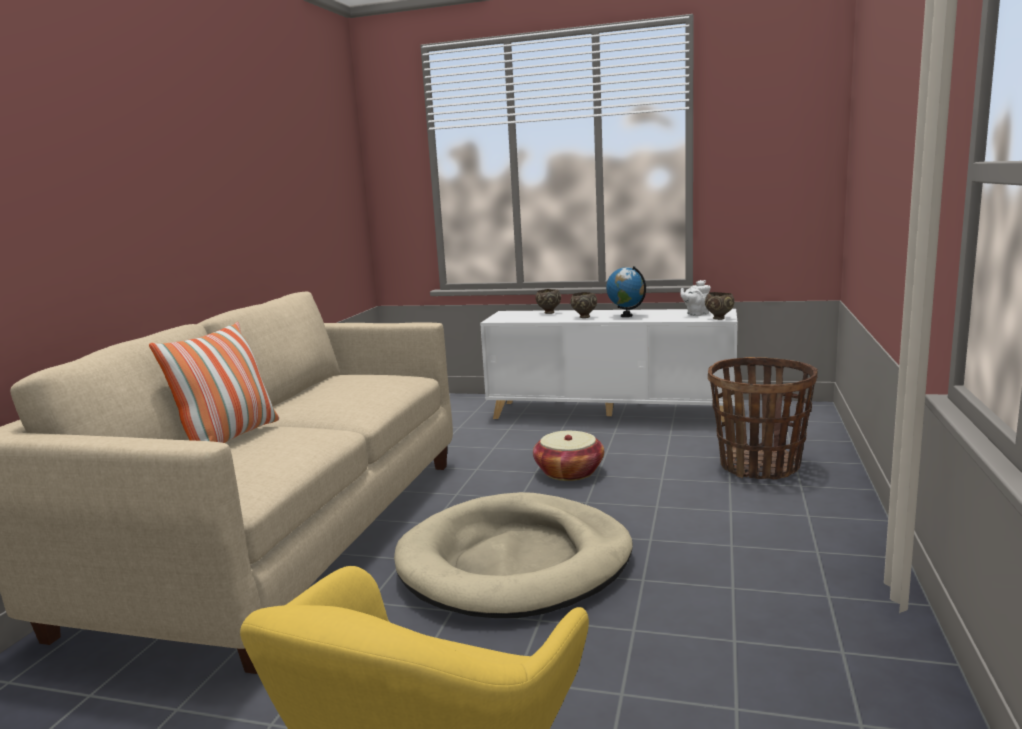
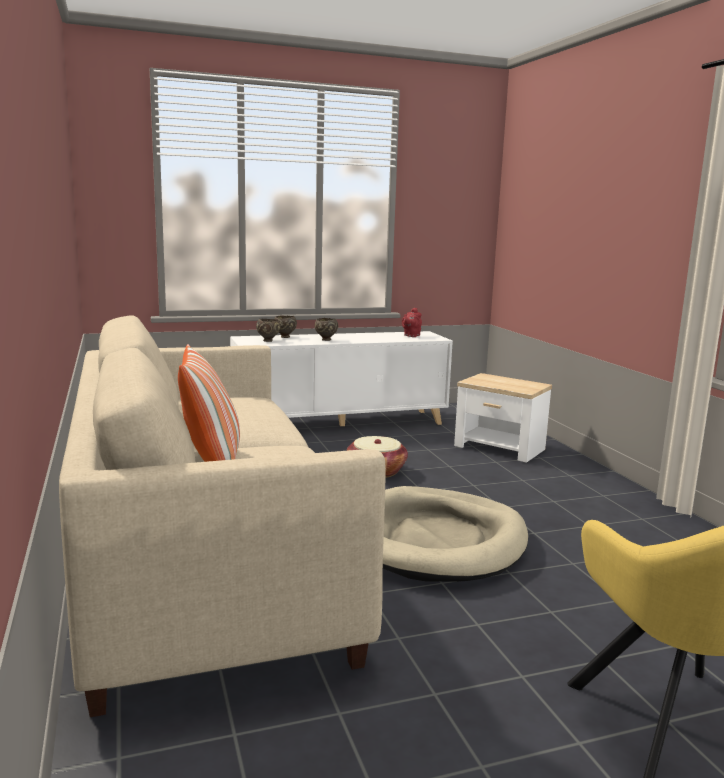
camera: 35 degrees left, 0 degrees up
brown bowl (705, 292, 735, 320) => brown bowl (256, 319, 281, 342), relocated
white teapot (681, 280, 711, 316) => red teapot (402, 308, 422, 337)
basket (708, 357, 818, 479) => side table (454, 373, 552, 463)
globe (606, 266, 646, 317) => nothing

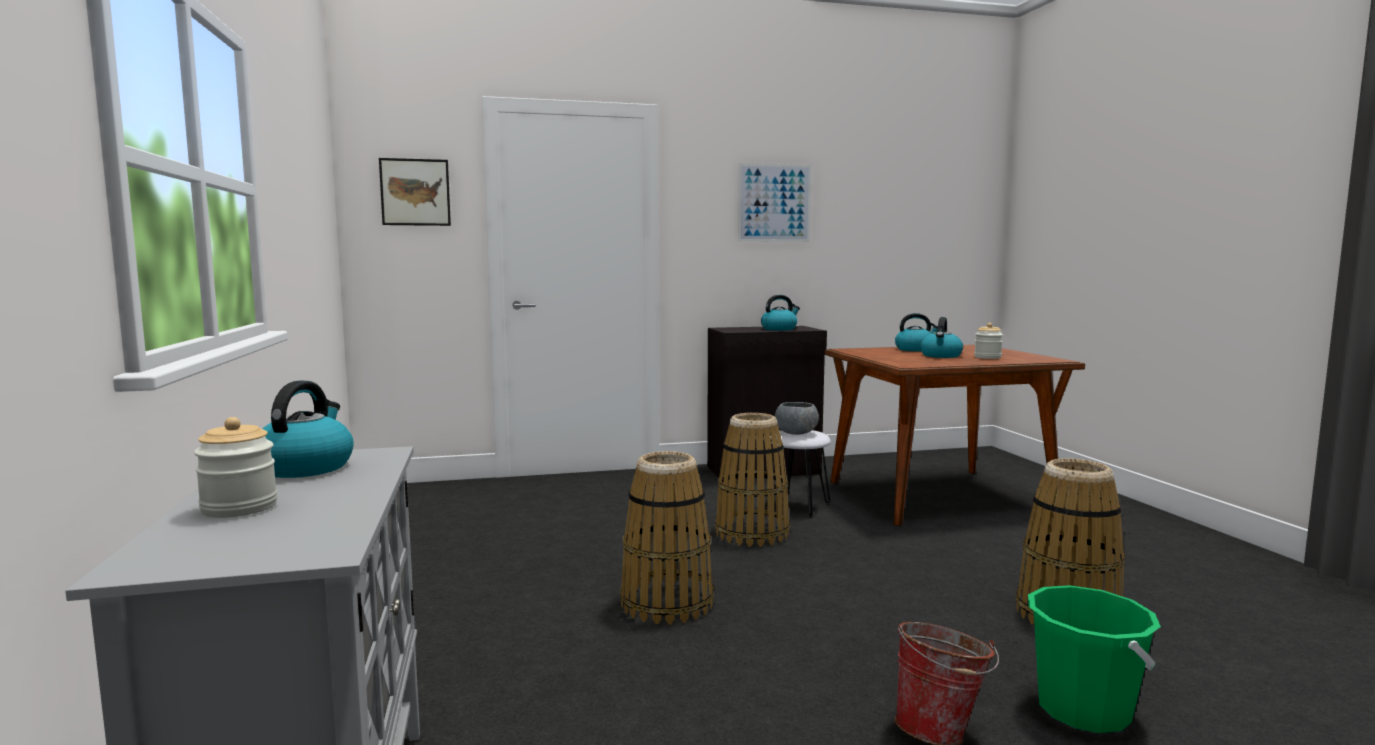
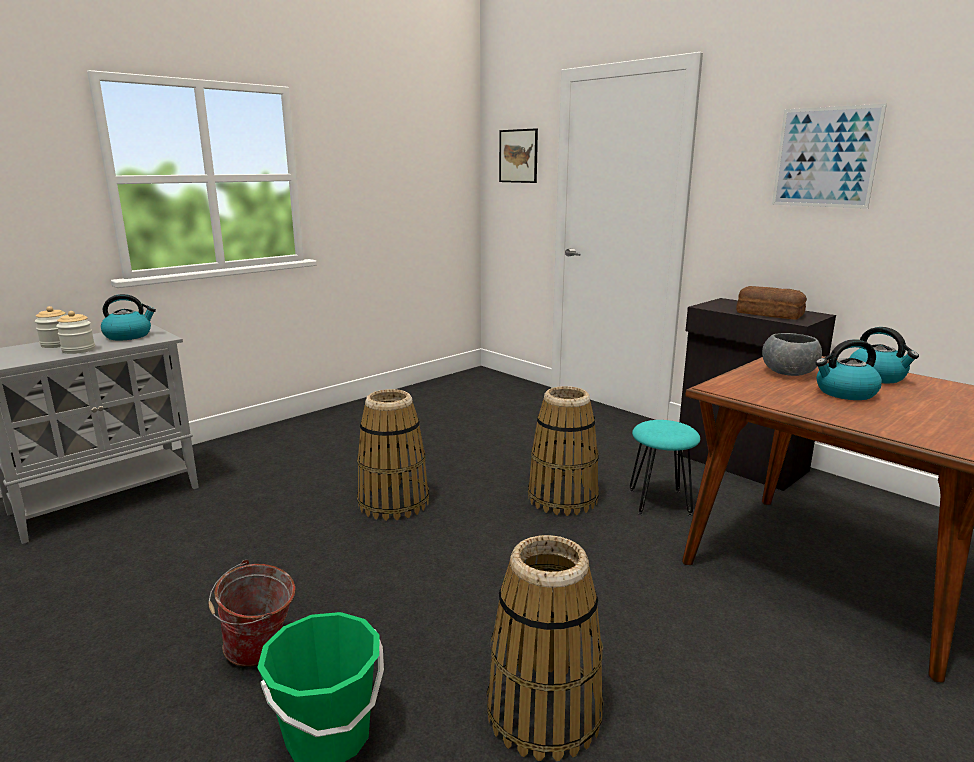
camera: 60 degrees right, 10 degrees up
jar (974, 323, 1003, 359) => jar (56, 311, 95, 354), relocated
white stool (766, 430, 831, 518) => turquoise stool (629, 420, 700, 516)
kettle (761, 295, 800, 331) => bread (736, 286, 807, 320)
grey bowl (775, 402, 819, 435) => grey bowl (762, 333, 822, 376), relocated

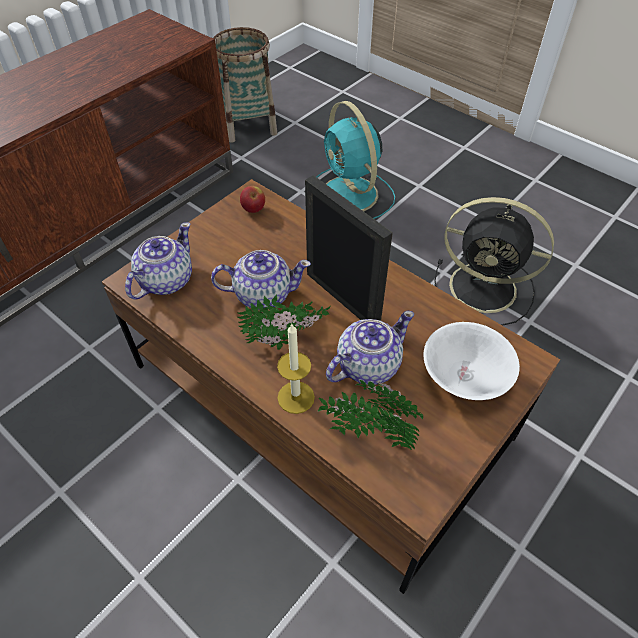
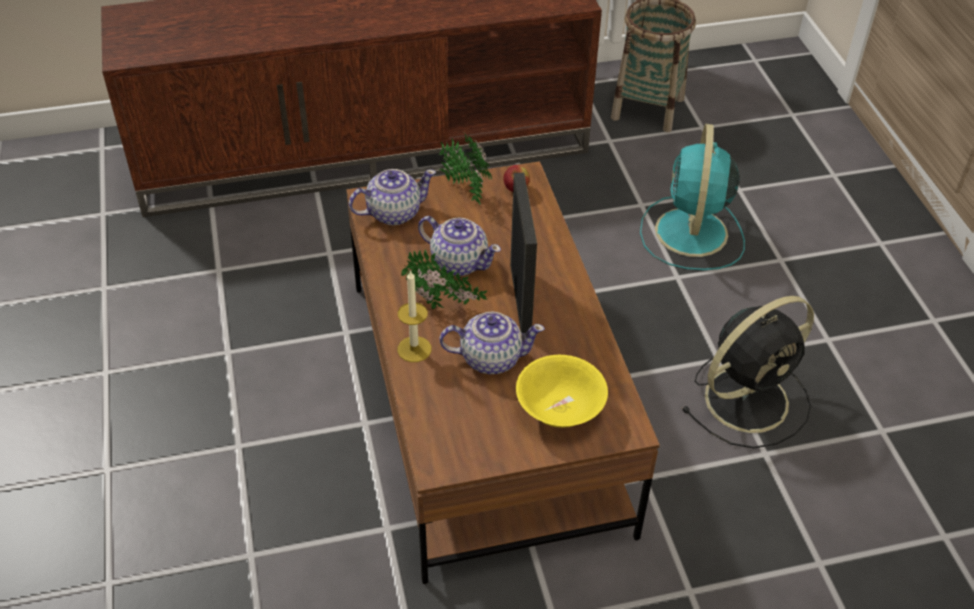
camera: 35 degrees right, 5 degrees down
potted plant (318, 379, 423, 450) => potted plant (438, 134, 492, 204), relocated
white bowl (423, 322, 520, 400) => yellow bowl (516, 355, 608, 428)
black fan (434, 197, 554, 326) => black fan (681, 296, 814, 448), 90 degrees counterclockwise

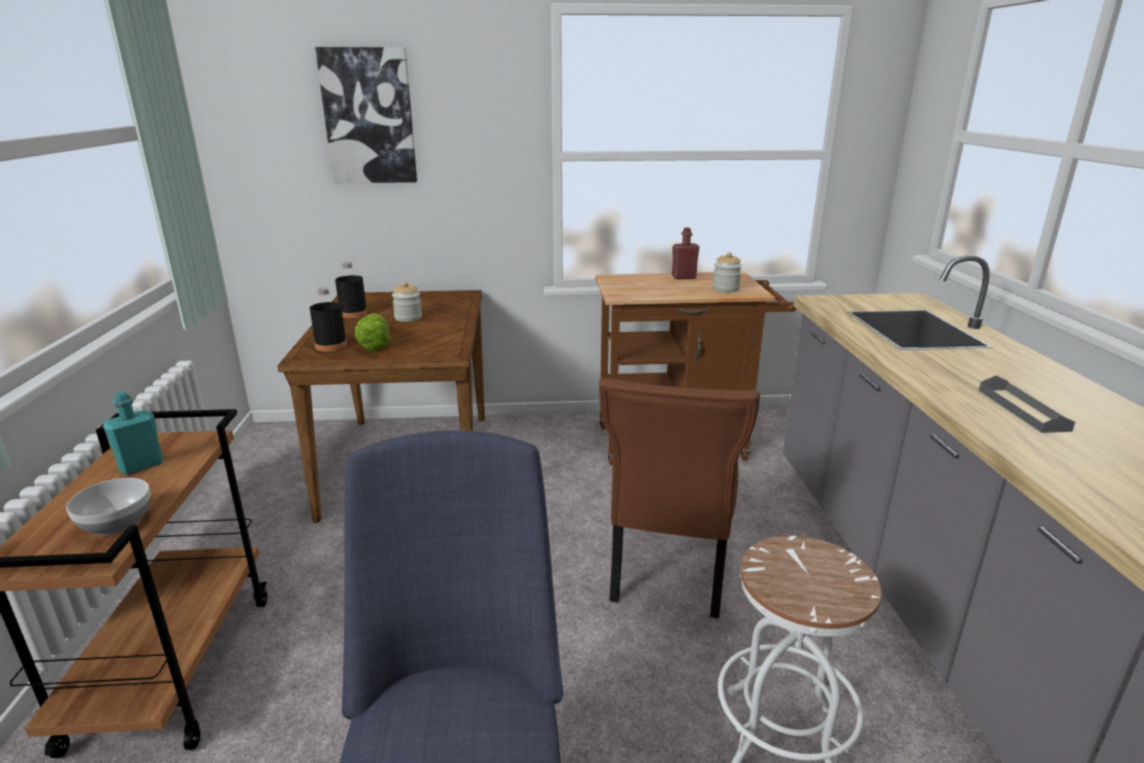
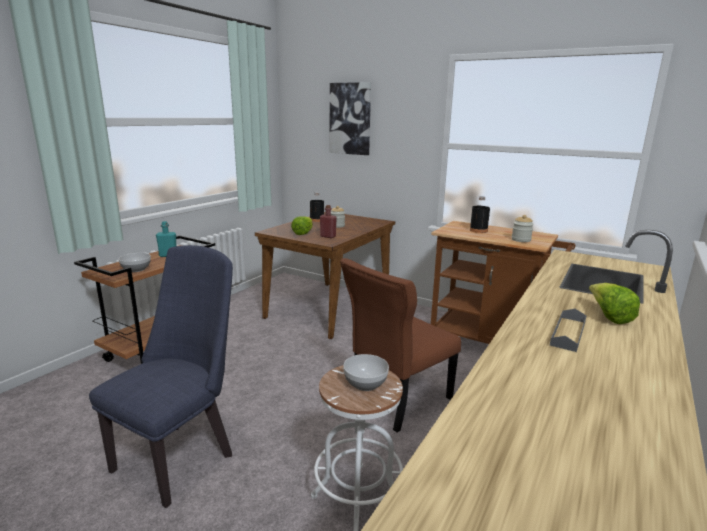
camera: 35 degrees right, 5 degrees down
red bottle (672, 228, 699, 279) => red bottle (320, 205, 337, 238), relocated
nothing => bowl (343, 354, 389, 391)
black bottle (310, 288, 347, 351) => black bottle (470, 196, 490, 233), relocated
nothing => lettuce (589, 283, 640, 324)

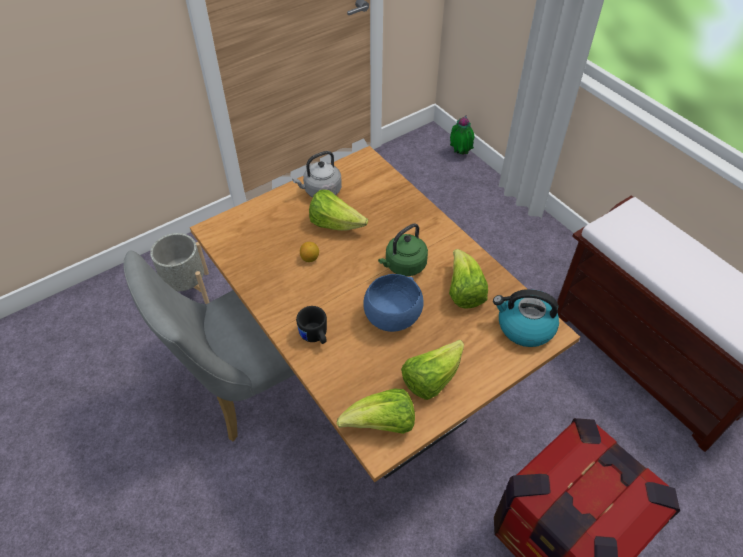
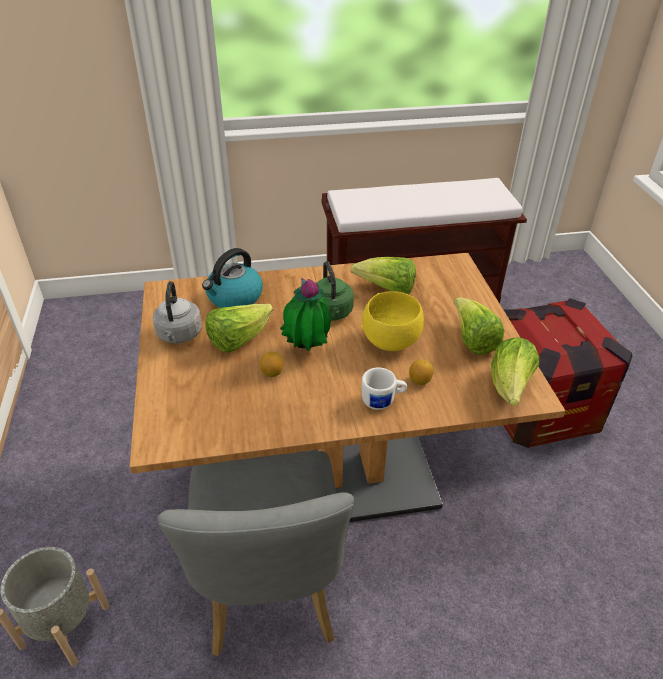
camera: 65 degrees left, 10 degrees down
kettle (493, 289, 559, 347) => kettle (202, 248, 263, 308), relocated
potted plant (450, 115, 474, 154) => potted plant (280, 277, 331, 352), relocated
blue bowl (363, 274, 424, 332) => yellow bowl (361, 291, 424, 351)
black mug (296, 306, 327, 344) => white mug (362, 367, 407, 410)
nothing => lemon (409, 359, 434, 385)

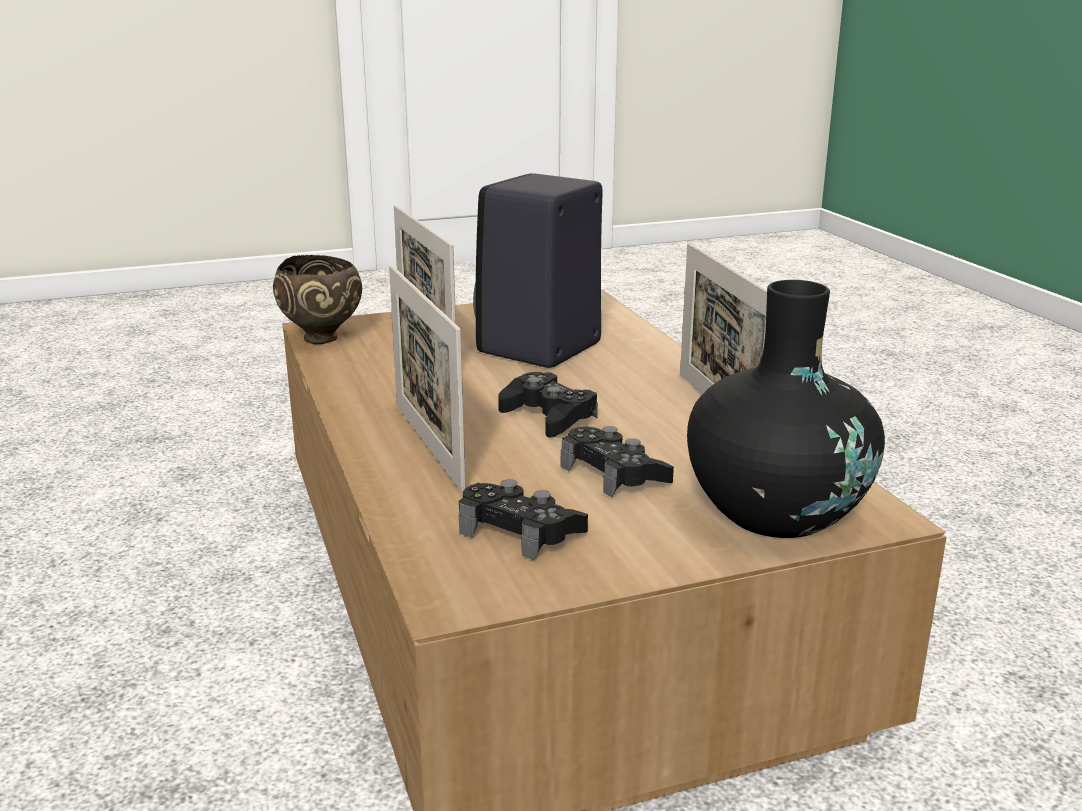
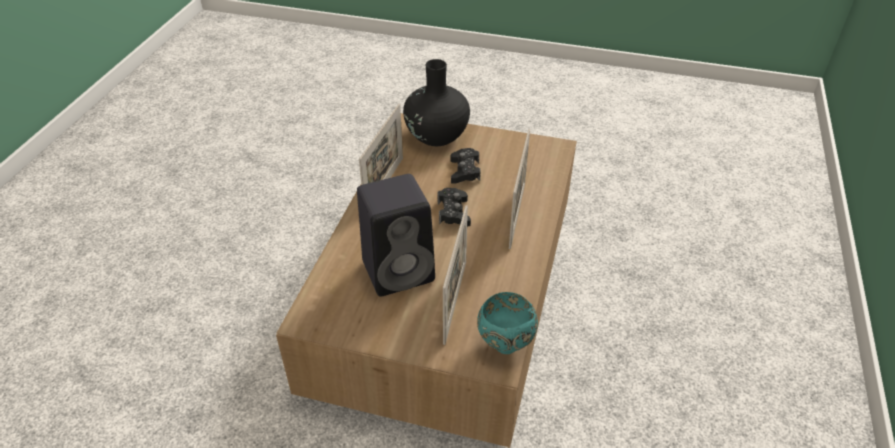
camera: 145 degrees left, 20 degrees up
brown bowl (273, 255, 362, 344) => turquoise bowl (477, 292, 538, 354)
black game controller (459, 479, 588, 560) => nothing

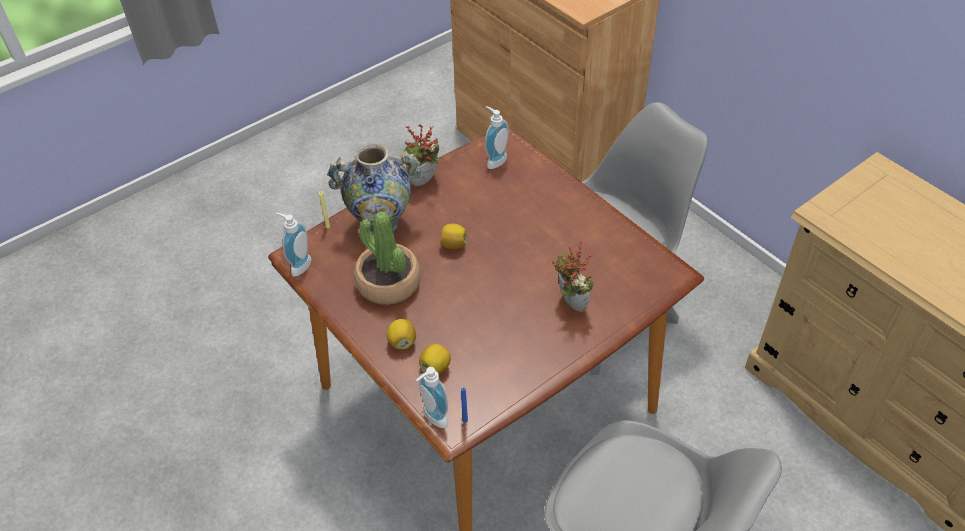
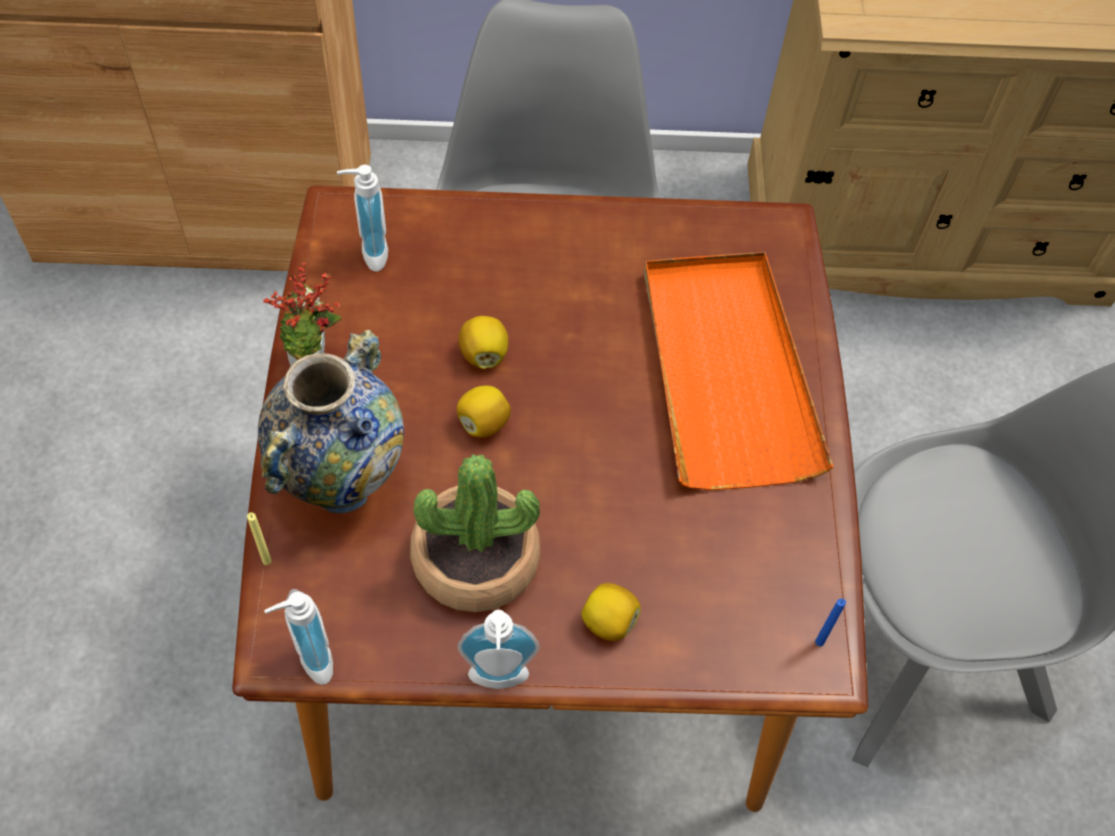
camera: 55 degrees left, 10 degrees up
soap dispenser (416, 367, 448, 428) => soap dispenser (457, 610, 540, 689), relocated
lemon (419, 343, 451, 374) => lemon (458, 316, 508, 369), relocated
potted plant (552, 241, 593, 312) => orange tray (644, 252, 834, 490)

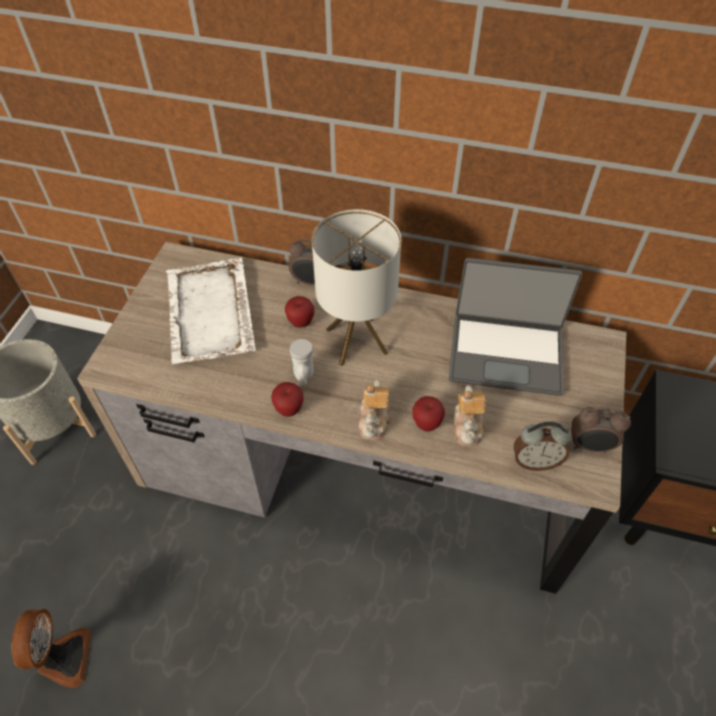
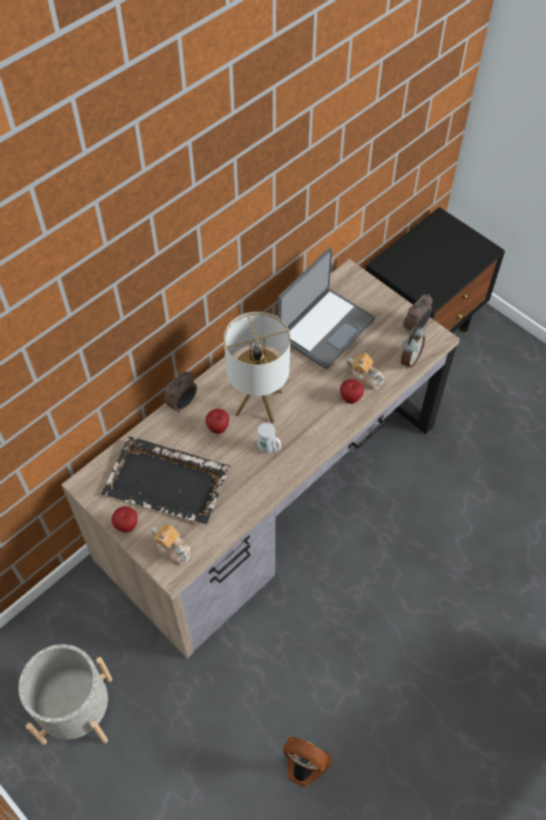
camera: 60 degrees left, 5 degrees up
white tray (166, 258, 256, 364) => black tray (101, 437, 230, 524)
apple (271, 382, 304, 417) => apple (111, 506, 138, 533), relocated
teapot (358, 380, 391, 440) => teapot (151, 525, 191, 565), relocated

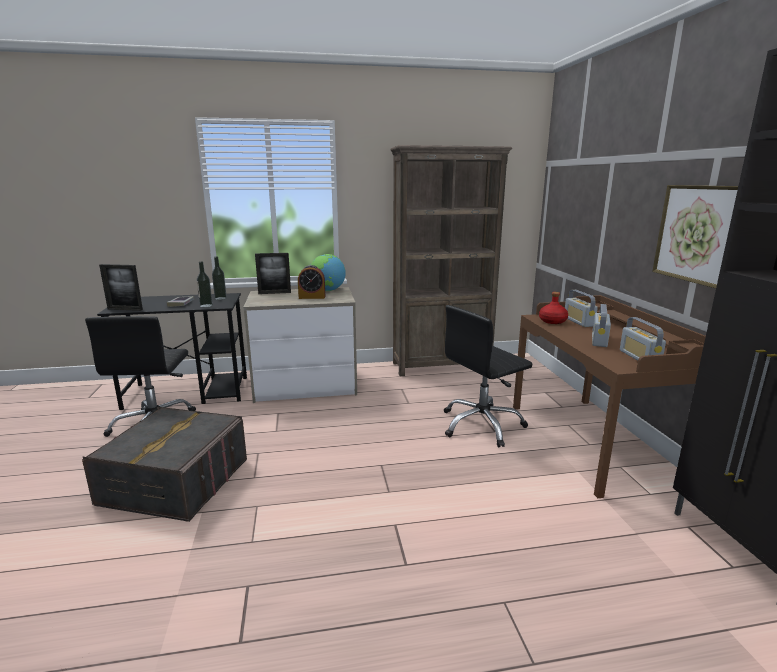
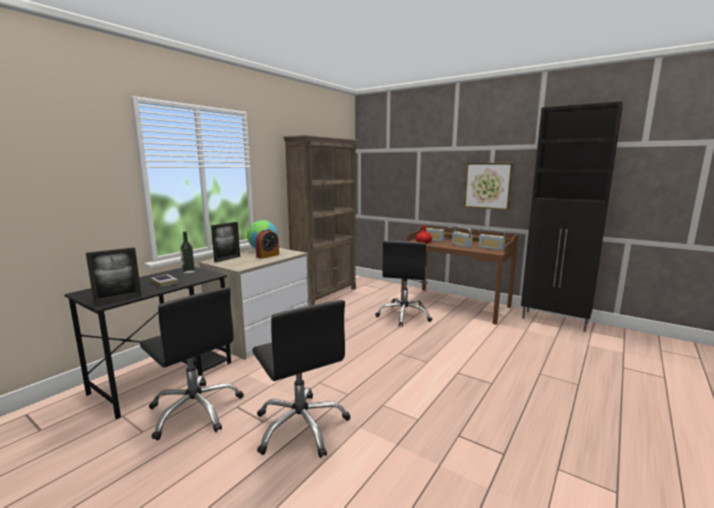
camera: 45 degrees left, 5 degrees down
grey storage box (82, 407, 247, 522) => black office chair (252, 300, 350, 458)
bottle (197, 261, 213, 307) => nothing

